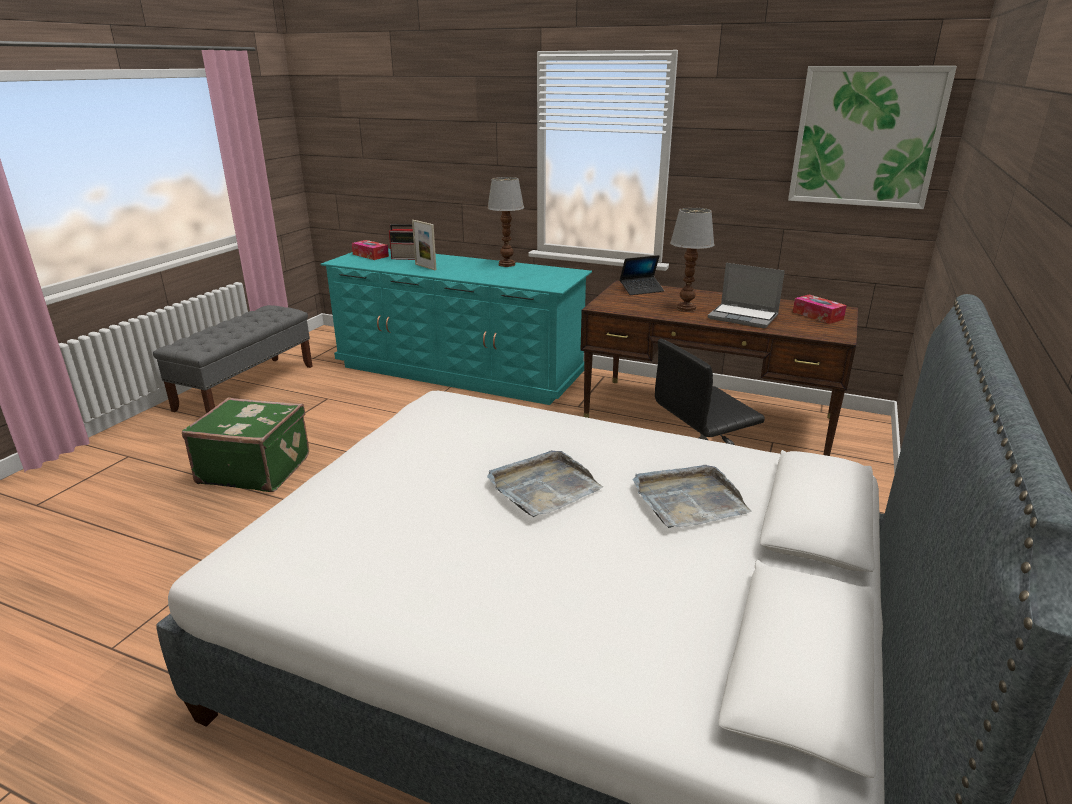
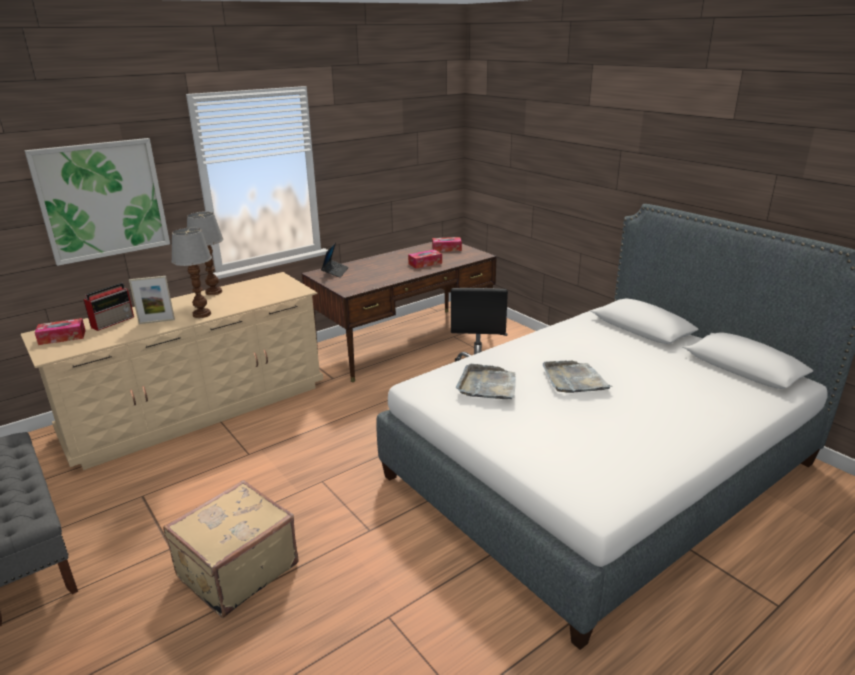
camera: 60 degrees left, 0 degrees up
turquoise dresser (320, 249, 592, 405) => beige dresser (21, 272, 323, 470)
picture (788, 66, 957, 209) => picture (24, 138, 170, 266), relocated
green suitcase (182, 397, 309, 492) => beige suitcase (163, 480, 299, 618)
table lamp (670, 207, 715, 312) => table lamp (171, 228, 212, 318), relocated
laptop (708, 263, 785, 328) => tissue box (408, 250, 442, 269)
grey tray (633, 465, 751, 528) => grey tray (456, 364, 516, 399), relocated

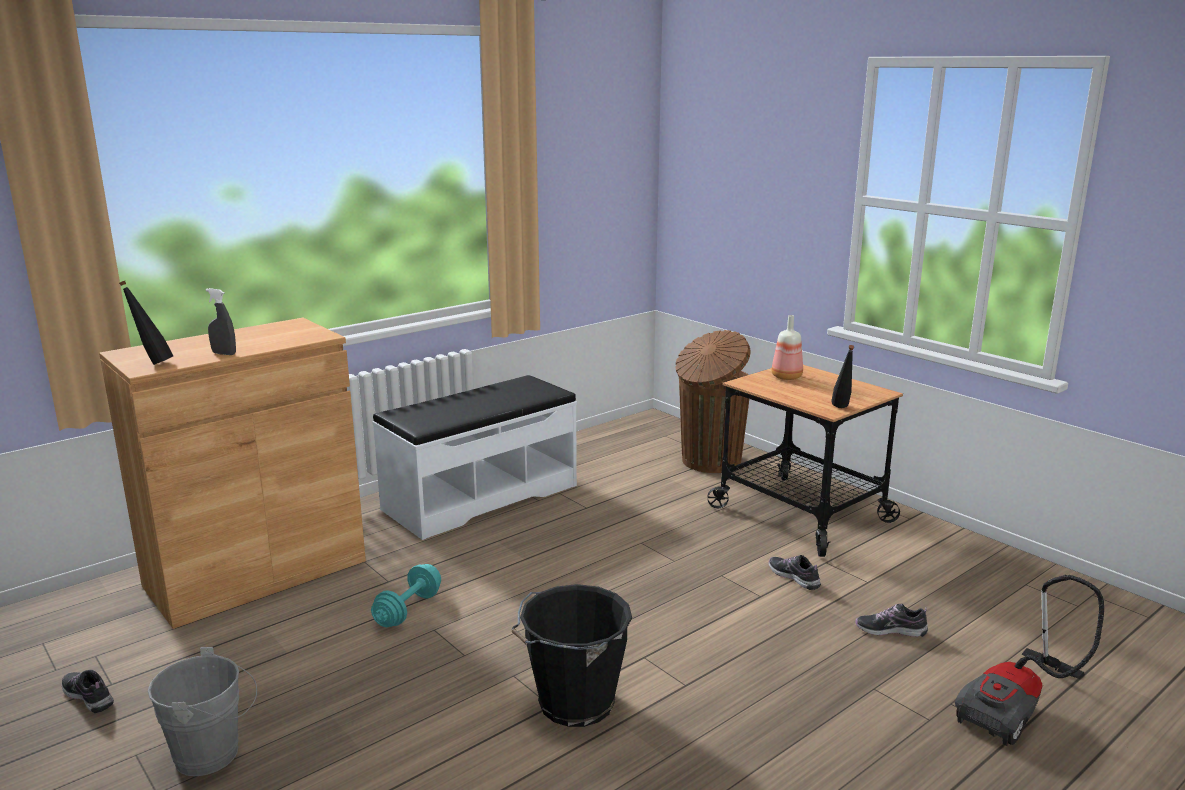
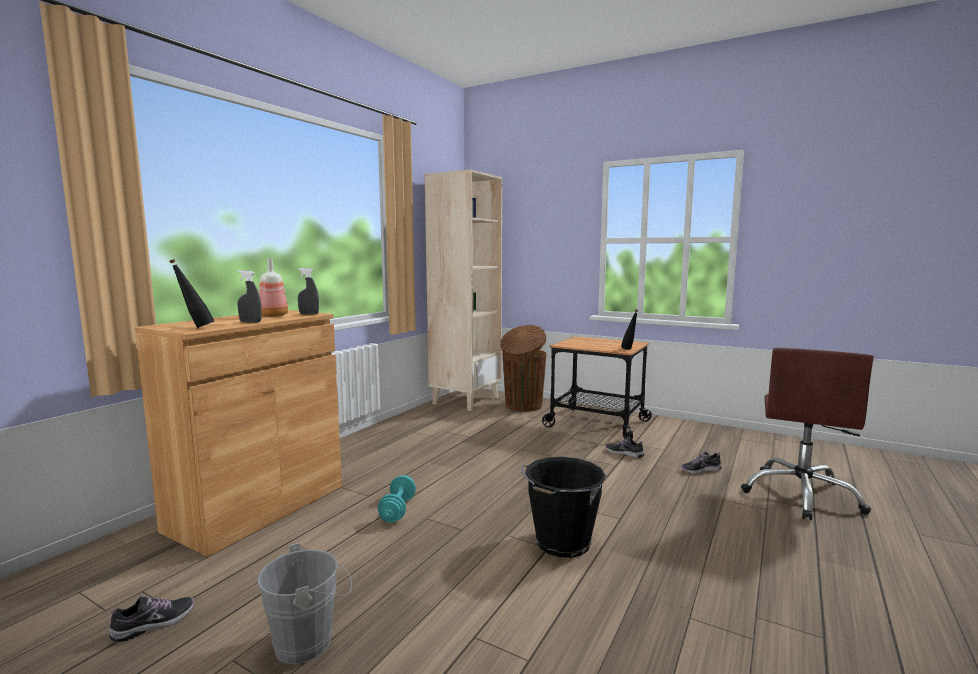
camera: 20 degrees left, 10 degrees down
shoe (62, 670, 114, 713) => shoe (109, 596, 194, 642), 120 degrees clockwise
bottle (771, 315, 803, 380) => bottle (259, 258, 288, 317), relocated
nothing => grey spray bottle (298, 268, 319, 315)
nothing => beige bookcase (425, 170, 502, 411)
vacuum cleaner (955, 575, 1104, 746) => brown office chair (741, 348, 874, 520)
white bench (372, 375, 577, 540) => nothing

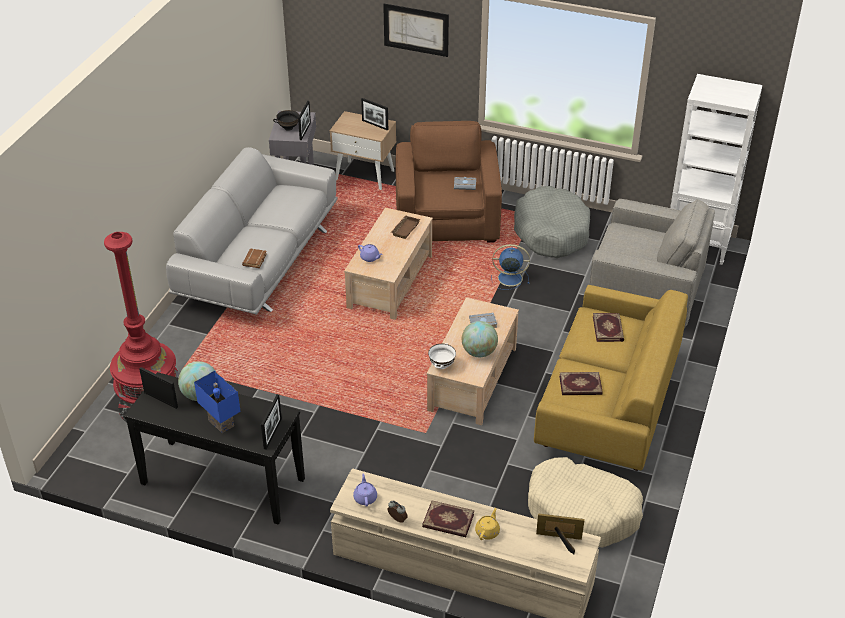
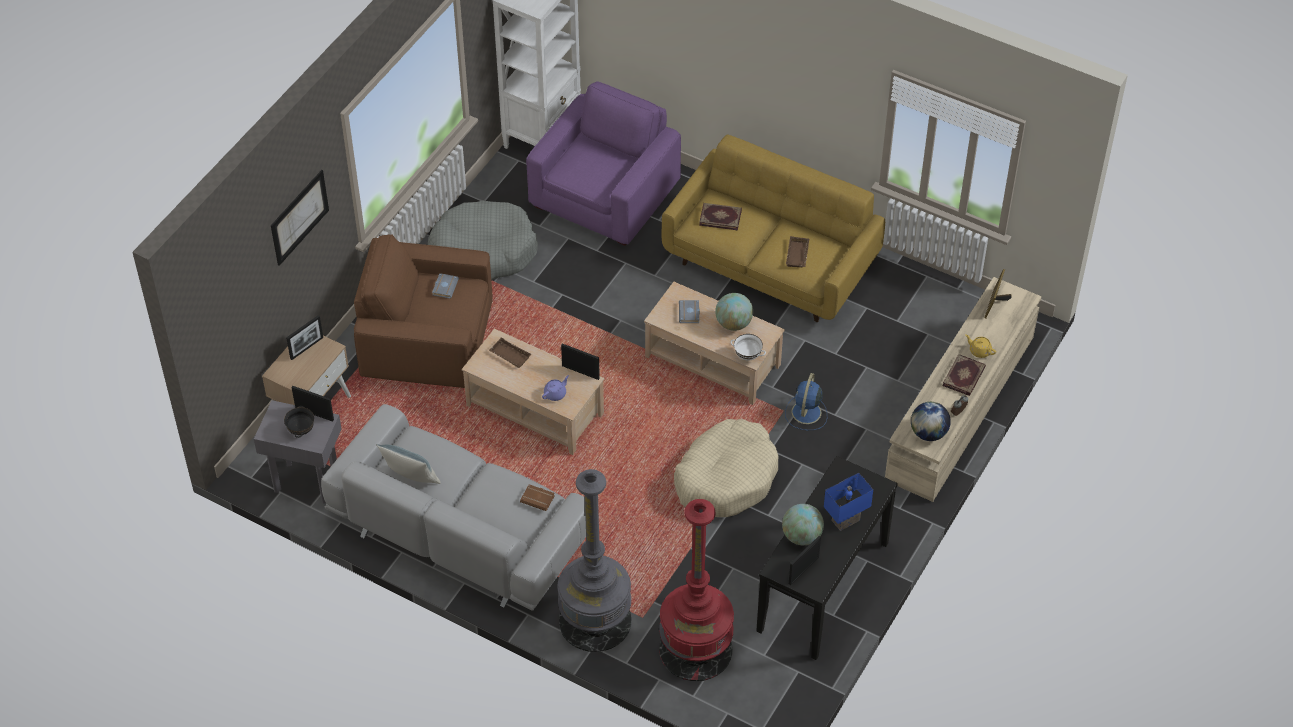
camera: 80 degrees left, 10 degrees up
nothing => pillow (376, 444, 441, 484)
grey armchair (589, 199, 715, 328) => purple armchair (526, 81, 681, 246)
nothing => grey floor lamp (557, 469, 632, 652)
picture frame (261, 394, 282, 449) => picture frame (561, 343, 600, 380), relocated
beige dog bed (528, 457, 643, 547) => beige dog bed (674, 419, 779, 517), relocated
blue fan (491, 244, 530, 290) => blue fan (785, 373, 827, 430), relocated
book (559, 372, 603, 395) => brown tray (786, 236, 809, 268)
purple teapot (353, 473, 377, 507) => globe (911, 402, 951, 441)

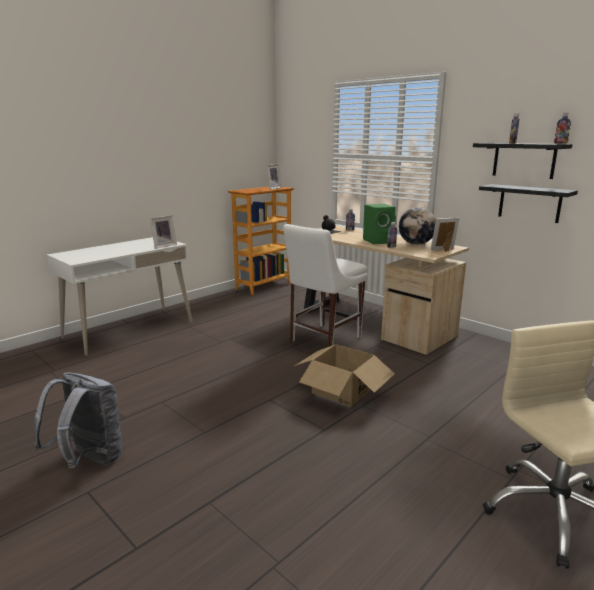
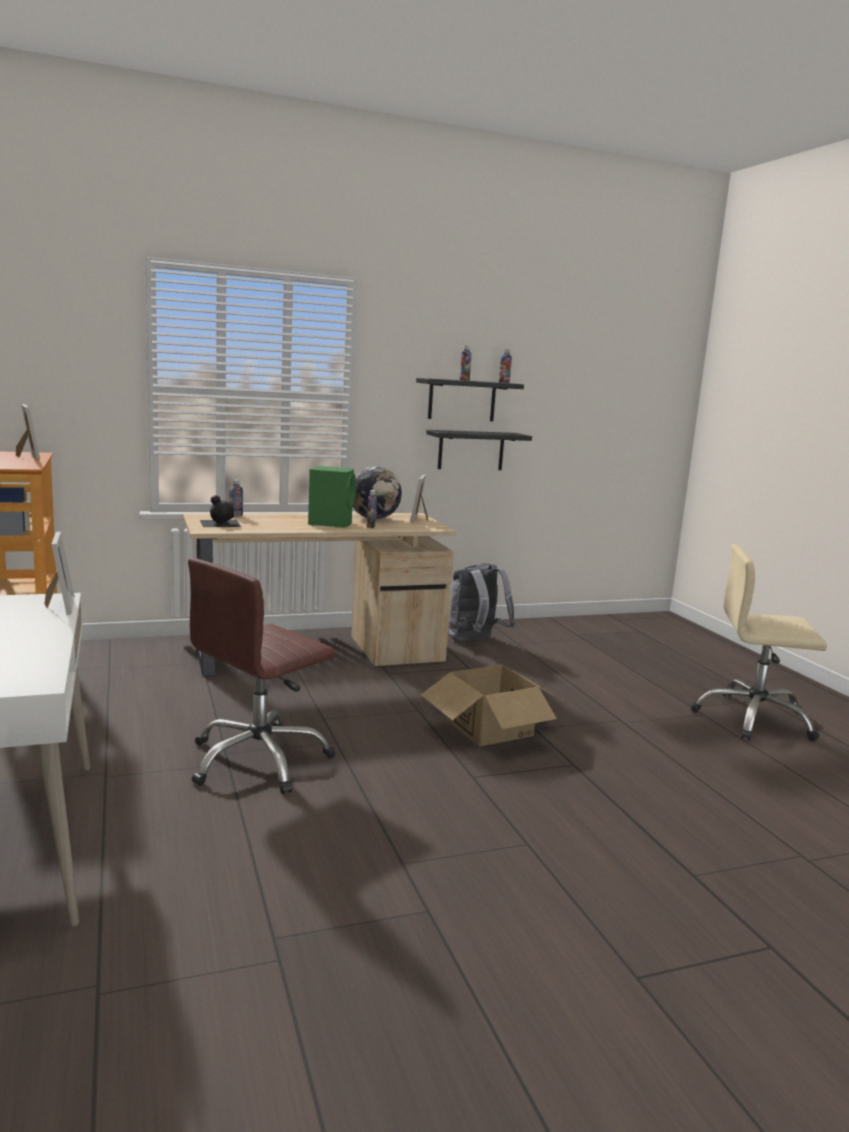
camera: 65 degrees left, 5 degrees down
nothing => brown office chair (188, 558, 336, 794)
grey backpack (34, 372, 122, 468) => grey backpack (448, 563, 515, 641), relocated
white chair (283, 224, 368, 347) => nothing

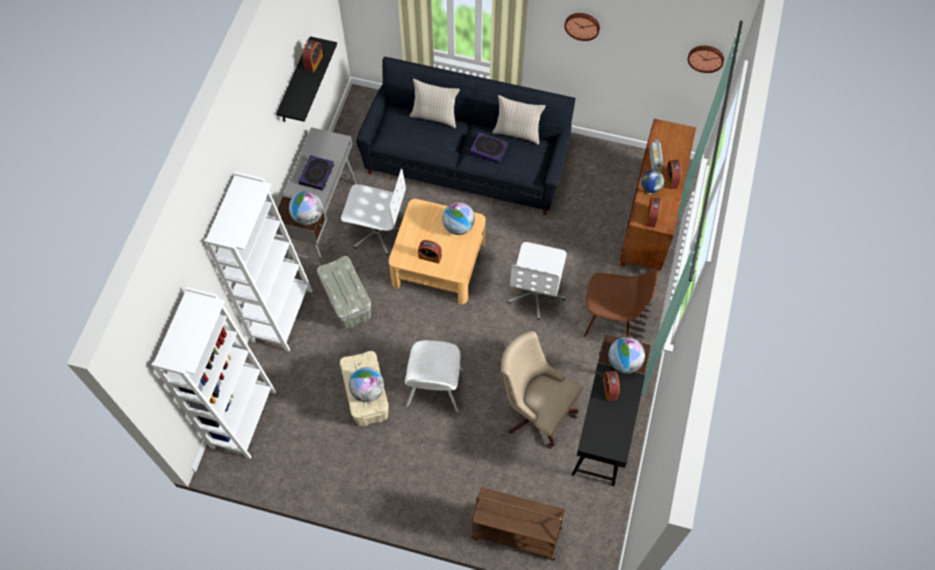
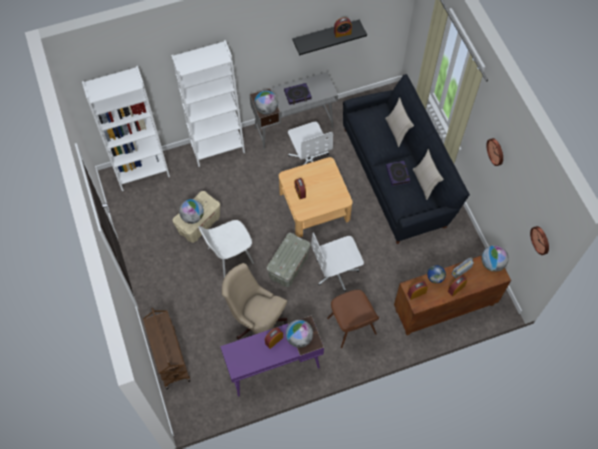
camera: 55 degrees right, 0 degrees up
black desk (572, 333, 651, 486) => purple desk (220, 315, 324, 397)
beige office chair (501, 331, 583, 449) => beige office chair (222, 263, 288, 340), 60 degrees counterclockwise
grey storage box (317, 256, 371, 329) => grey storage box (266, 233, 311, 287), relocated
globe (442, 202, 475, 235) => globe (481, 245, 509, 272), relocated

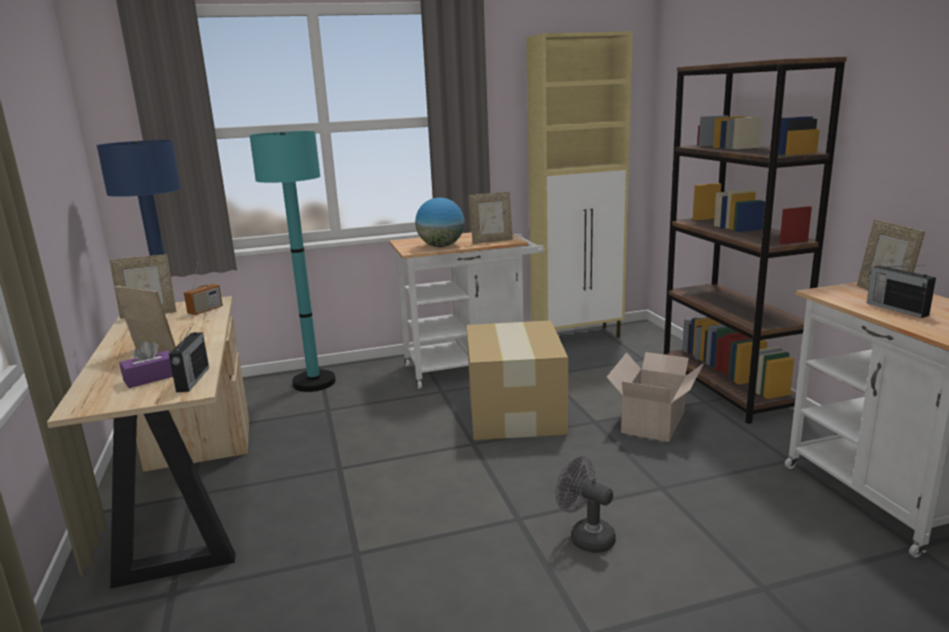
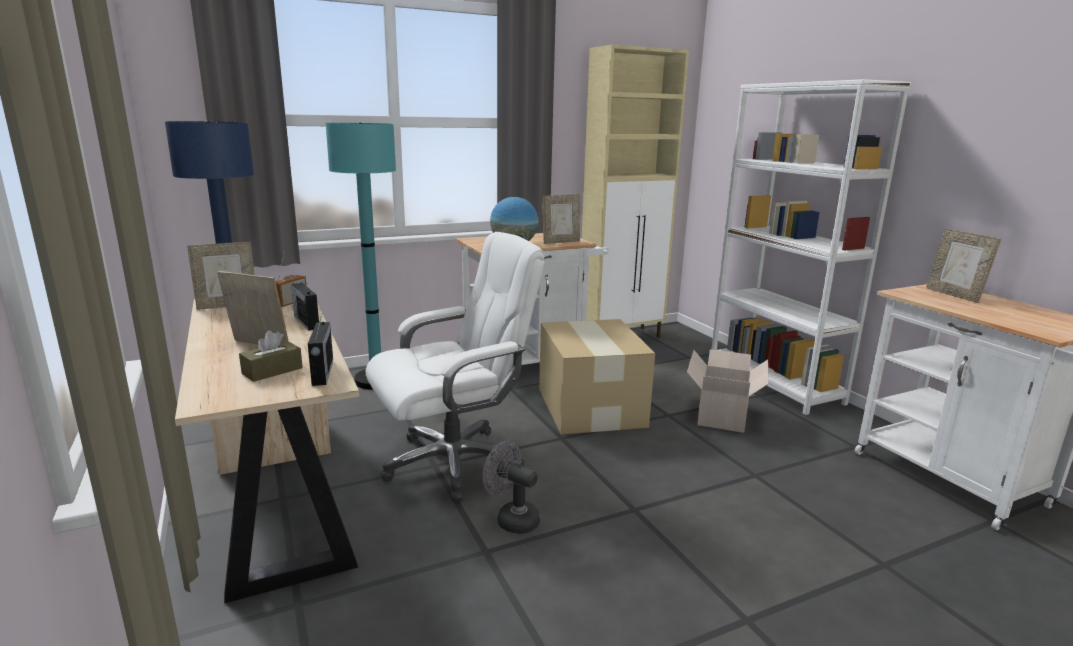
camera: 10 degrees left, 0 degrees up
purple tissue box (119, 341, 173, 388) => brown tissue box (239, 330, 303, 382)
radio (867, 265, 936, 318) => radio (291, 283, 319, 331), relocated
nothing => white office chair (366, 232, 545, 502)
grey fan (555, 456, 616, 553) => grey fan (482, 441, 540, 534), relocated
brown bookcase (664, 57, 847, 424) => white bookcase (712, 79, 911, 415)

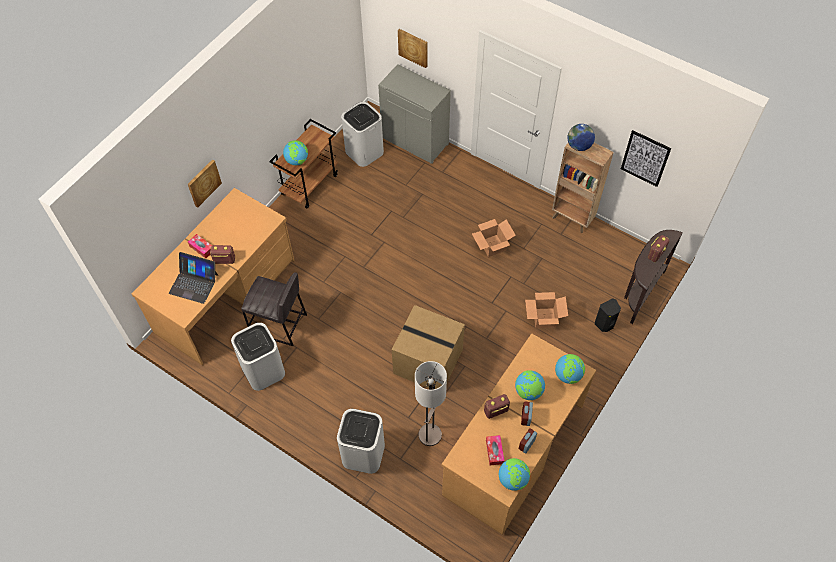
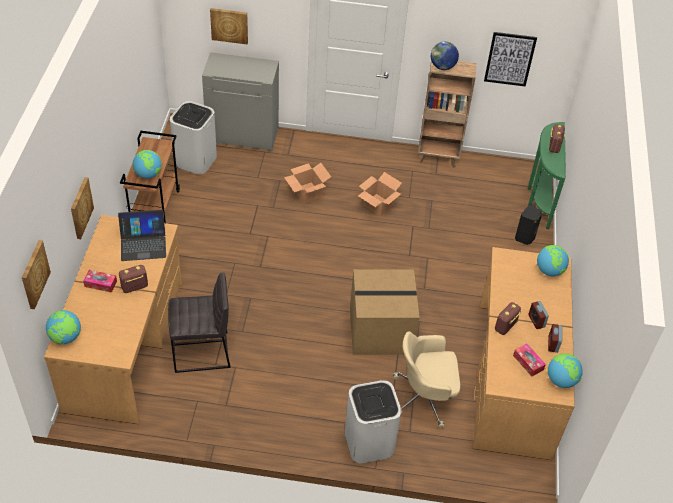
camera: 30 degrees left, 10 degrees down
nothing => picture (22, 240, 51, 309)
globe (515, 370, 545, 400) => globe (46, 310, 81, 344), relocated
laptop (169, 252, 219, 304) => laptop (118, 210, 166, 261), relocated
cardboard box (525, 292, 568, 328) => cardboard box (284, 163, 331, 203), relocated
floor lamp (415, 361, 447, 446) => beige office chair (393, 331, 460, 428)
brown console table (624, 230, 683, 324) => green console table (528, 122, 566, 229)
white trash can (231, 323, 285, 391) => nothing

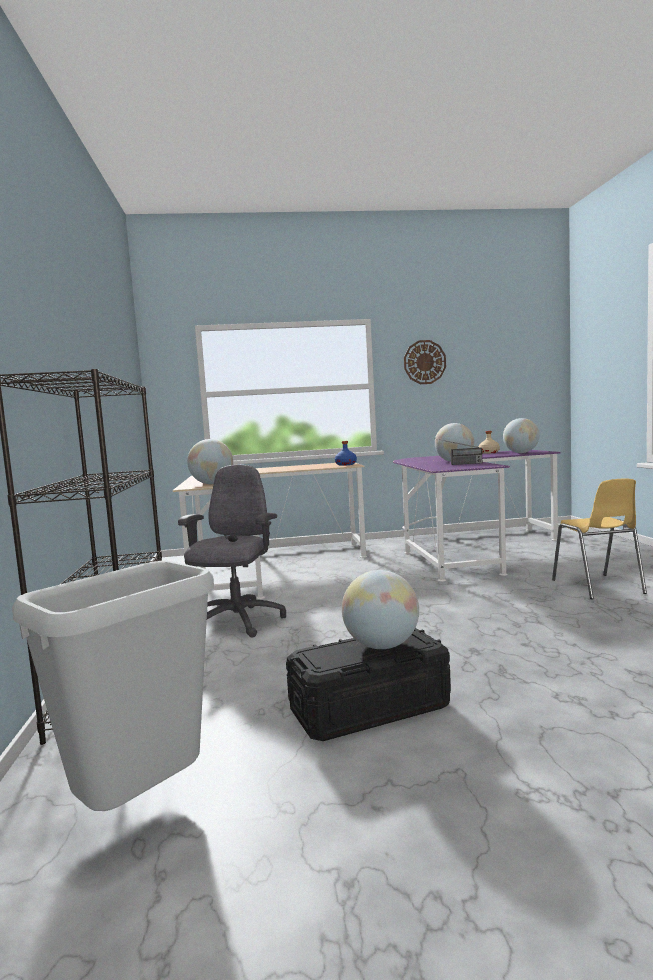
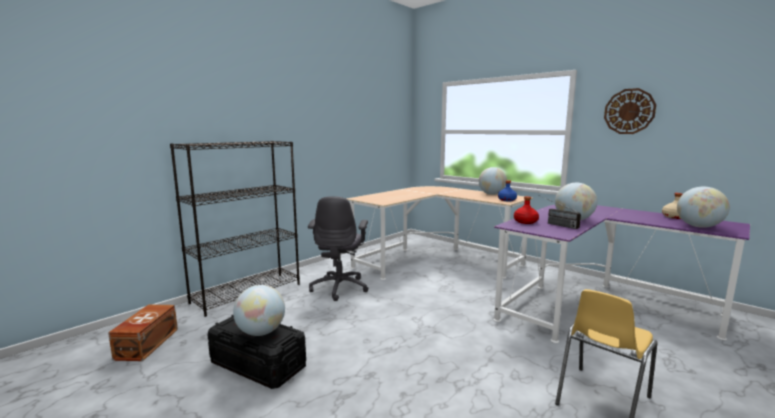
camera: 50 degrees right, 5 degrees up
grey trash can (12, 561, 214, 811) => brown storage box (108, 305, 178, 361)
grey office chair (178, 465, 286, 638) => grey office chair (308, 196, 368, 301), 120 degrees clockwise
globe (187, 439, 233, 484) => globe (479, 167, 507, 195), relocated
nothing => red bottle (514, 196, 539, 224)

